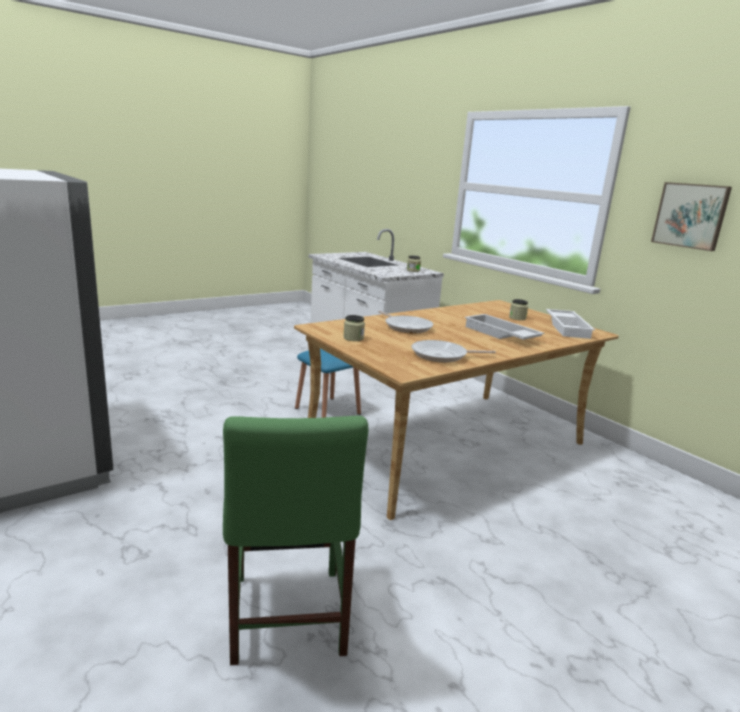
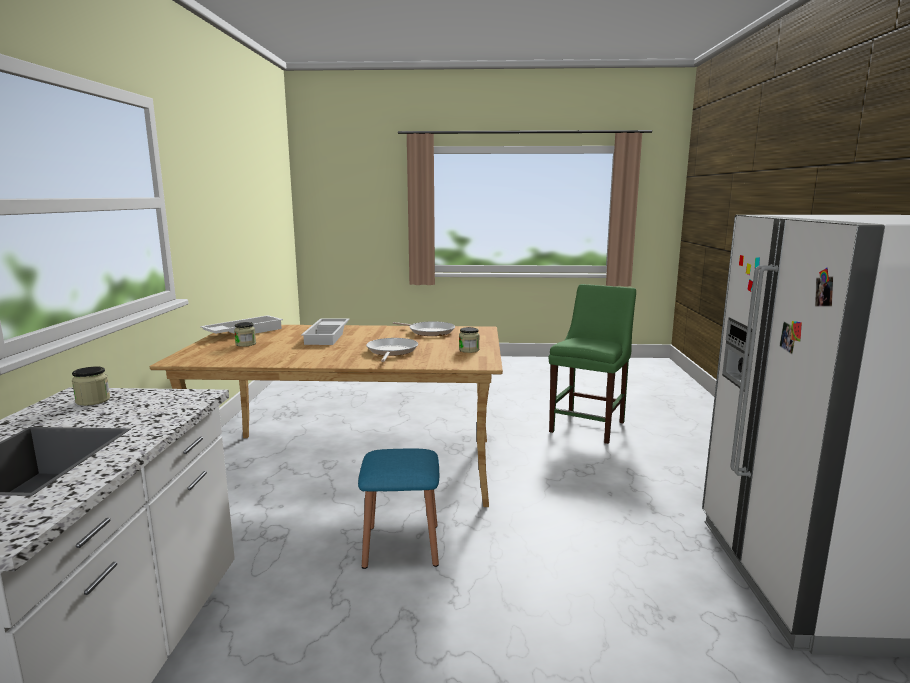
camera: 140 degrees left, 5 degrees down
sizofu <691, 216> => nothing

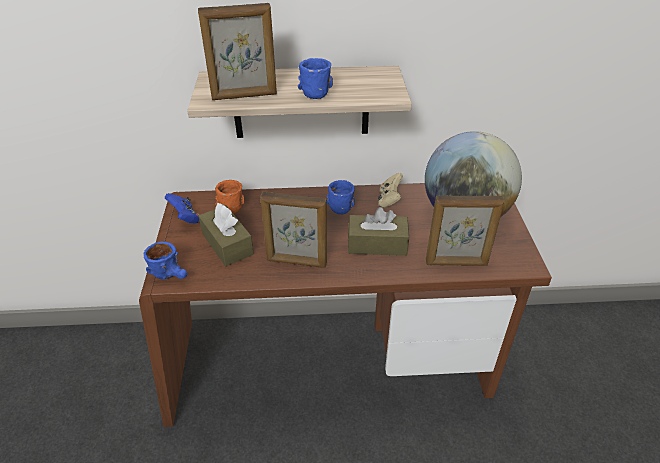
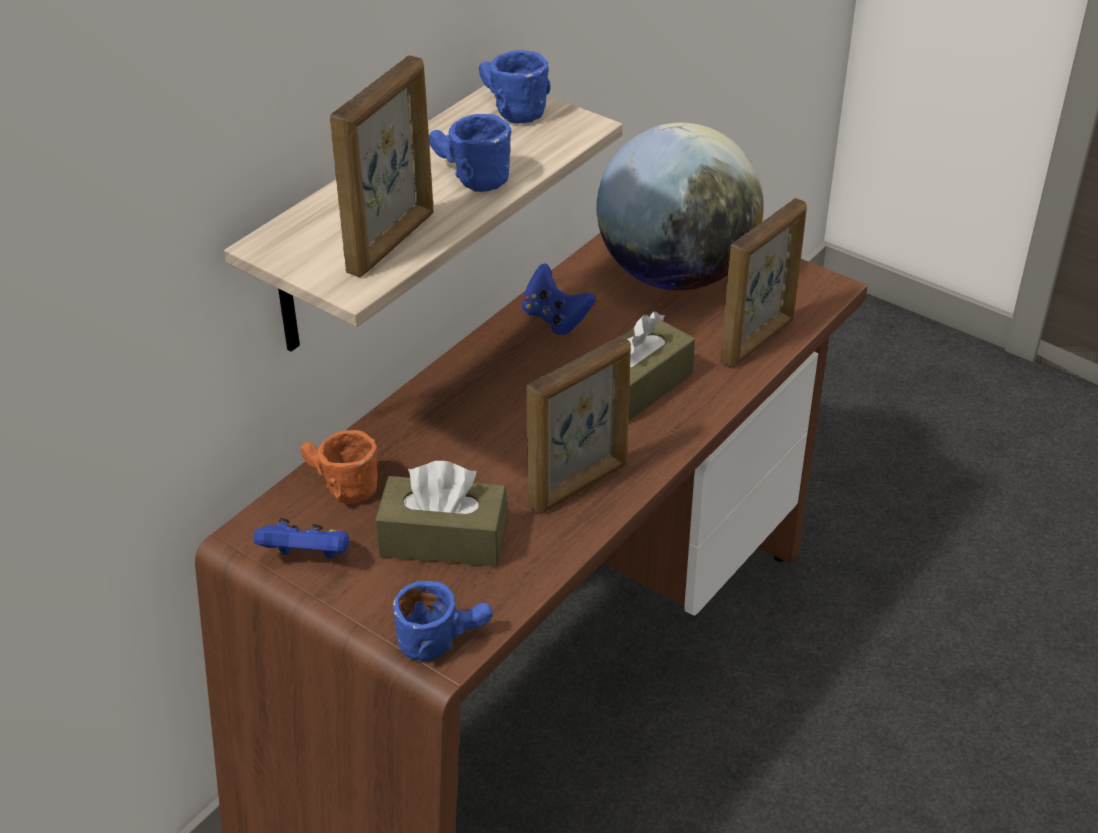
camera: 50 degrees left, 0 degrees up
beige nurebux <390, 190> => blue nurebux <558, 299>
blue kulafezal <341, 197> => blue kulafezal <514, 86>, moved

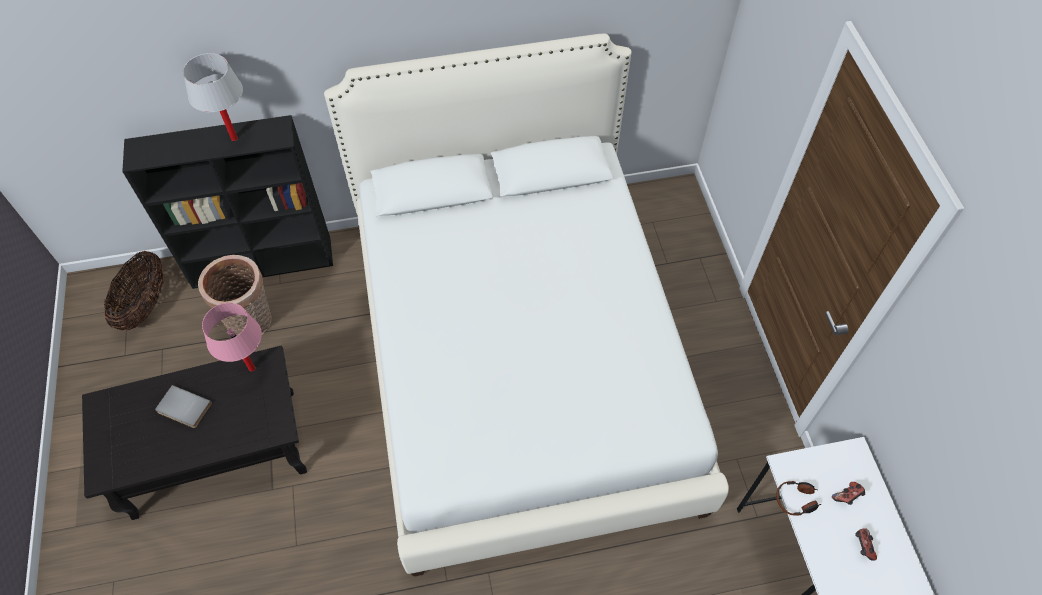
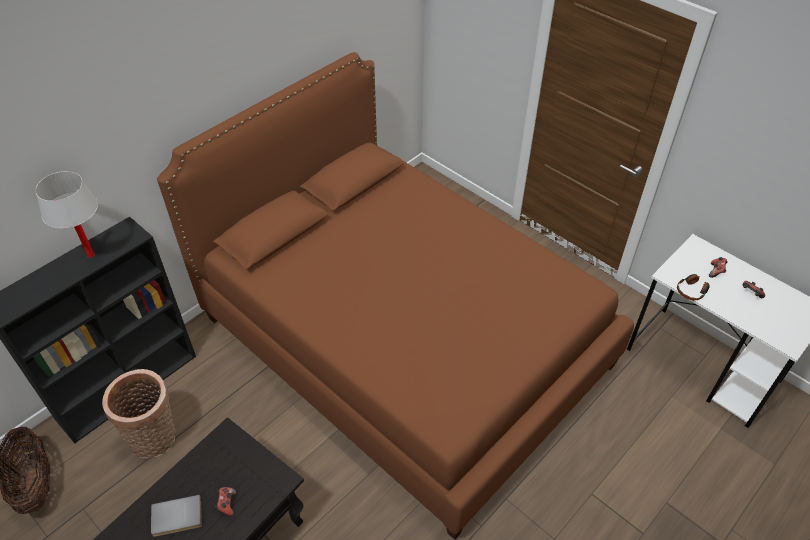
camera: 35 degrees left, 10 degrees down
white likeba <526, 305> => brown likeba <395, 296>
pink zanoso <232, 337> => nothing
nothing => nurebux <225, 501>

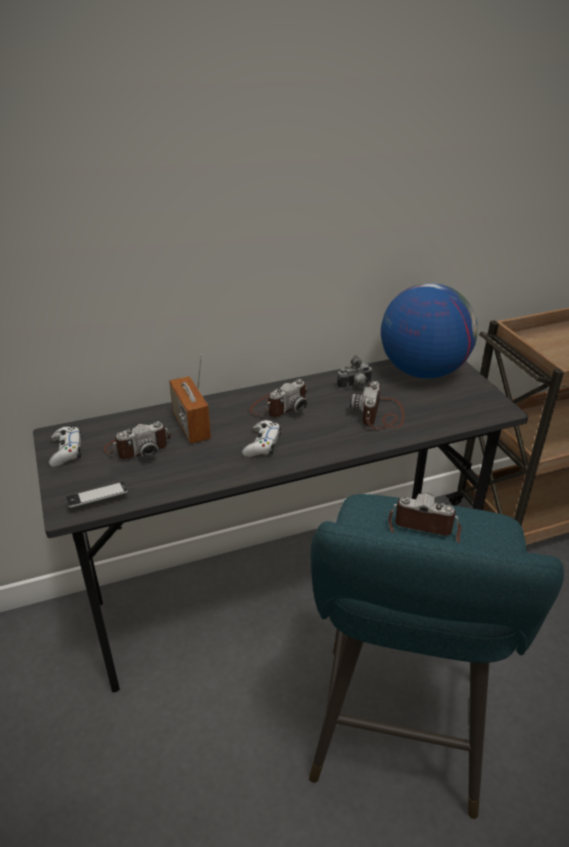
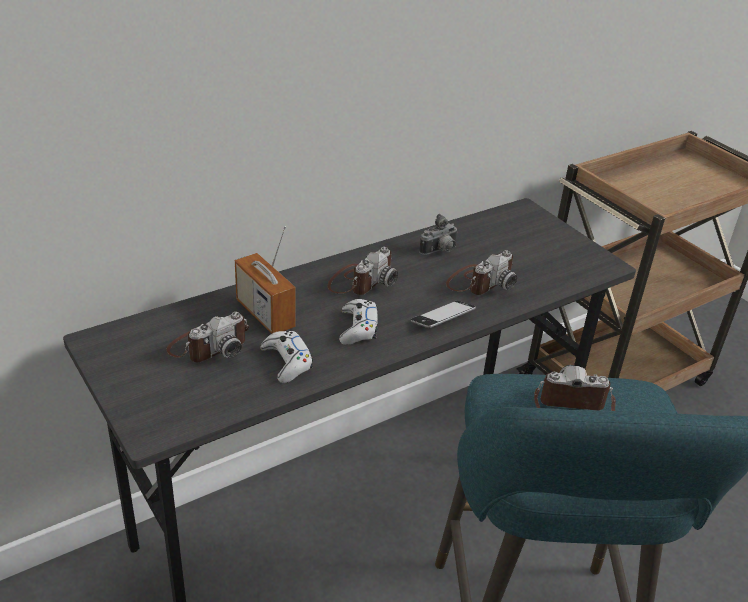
camera: 15 degrees left, 0 degrees up
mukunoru <429, 331> => nothing
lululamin <377, 405> => lululamin <481, 272>, 135 degrees counterclockwise
white nurebux <65, 447> => white nurebux <286, 357>, moved
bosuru <97, 495> => bosuru <443, 314>, moved

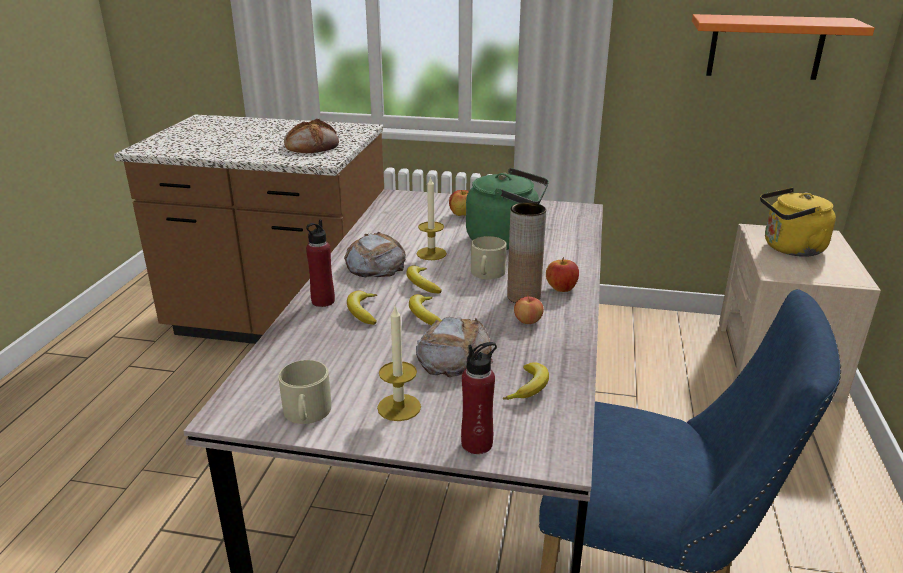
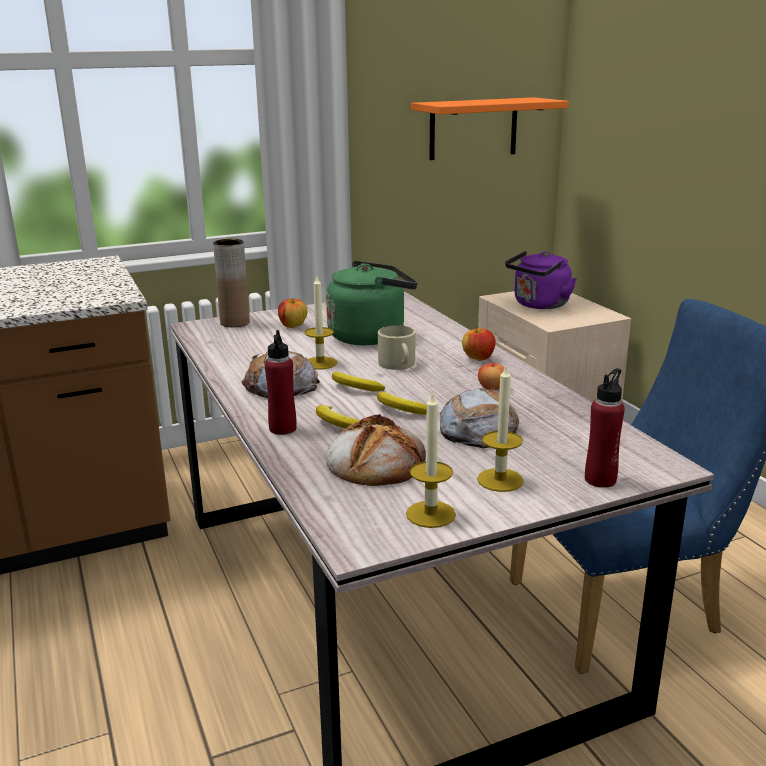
camera: 35 degrees left, 5 degrees down
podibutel <311, 136> => podibutel <376, 450>, moved
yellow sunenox <798, 222> => purple sunenox <541, 280>
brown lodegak <526, 252> => brown lodegak <231, 283>, moved
beige kulafezal <304, 392> => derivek <431, 459>
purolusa <526, 381> => nothing

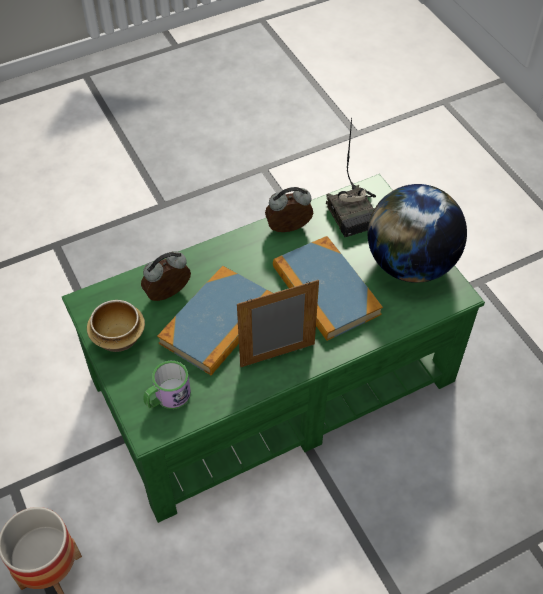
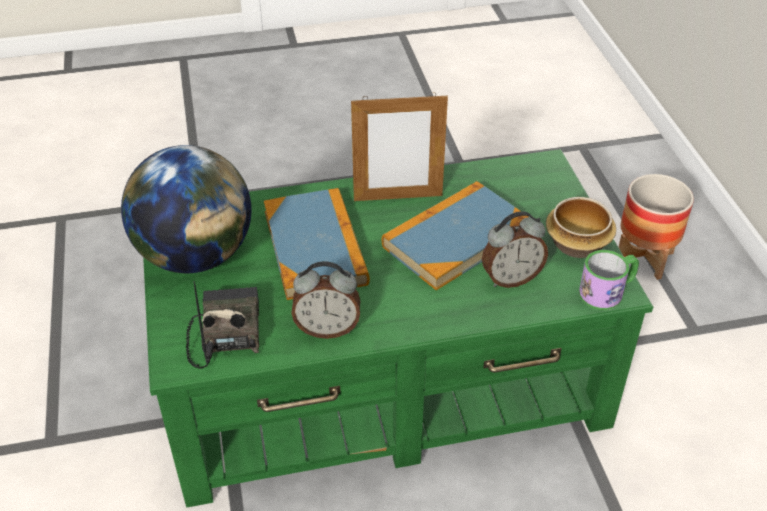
camera: 165 degrees left, 10 degrees down
kulafezal <167, 385> => kulafezal <609, 280>, moved

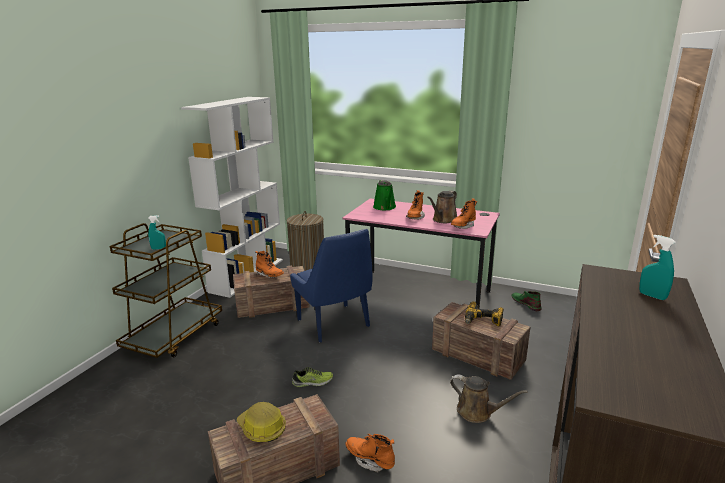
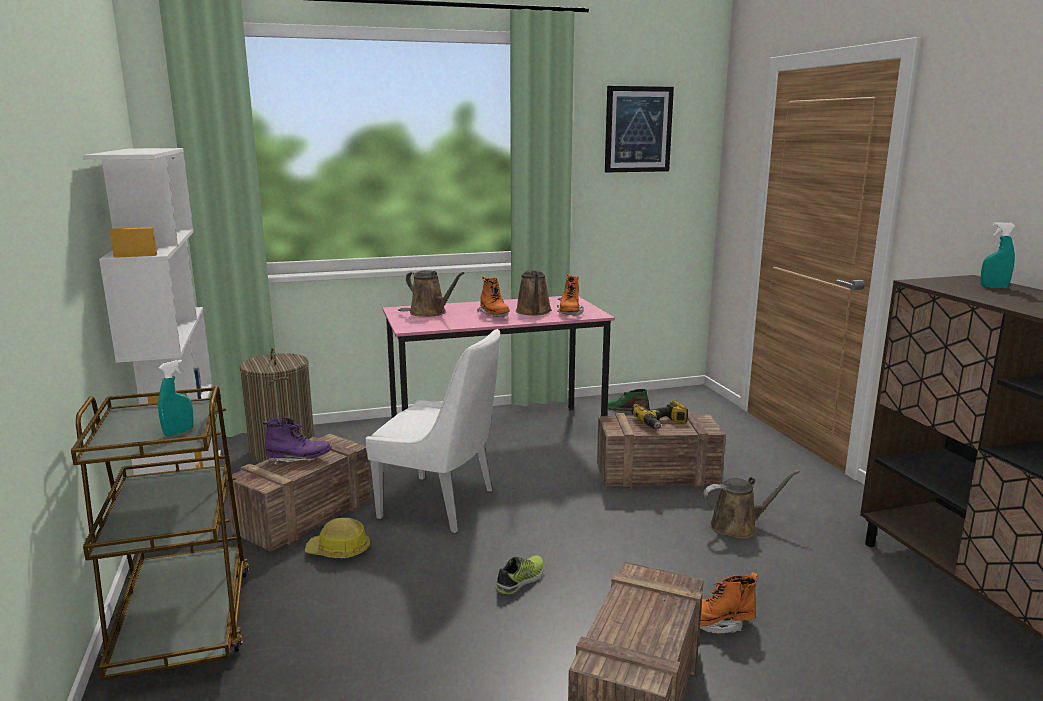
camera: 40 degrees left, 5 degrees down
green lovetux <384, 195> => brown lovetux <435, 293>
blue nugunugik <331, 285> => white nugunugik <433, 431>
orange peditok <269, 264> => purple peditok <297, 441>
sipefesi <261, 422> => sipefesi <337, 538>, moved
nothing => sizofu <639, 129>

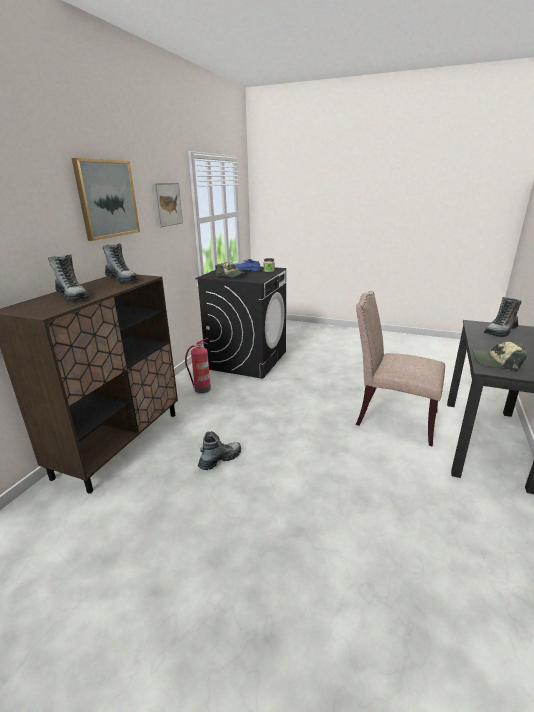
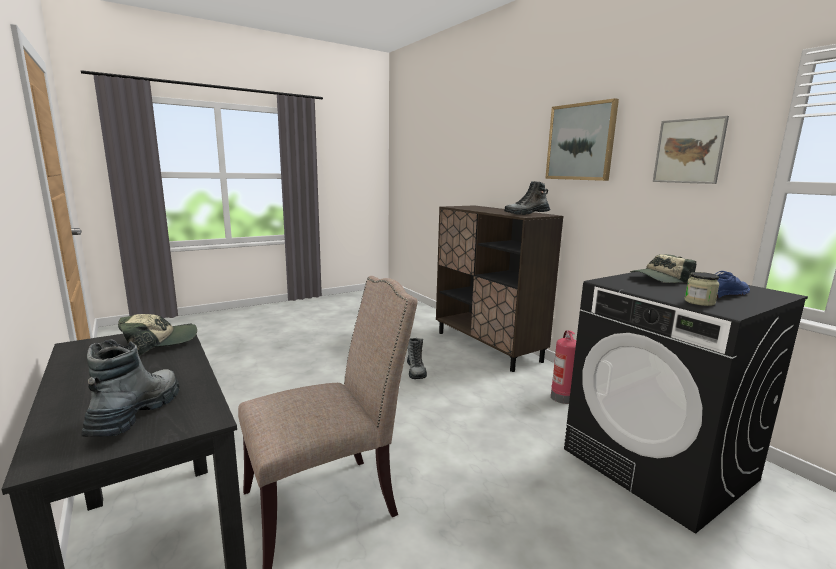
camera: 125 degrees right, 10 degrees down
peditok <68, 278> => nothing

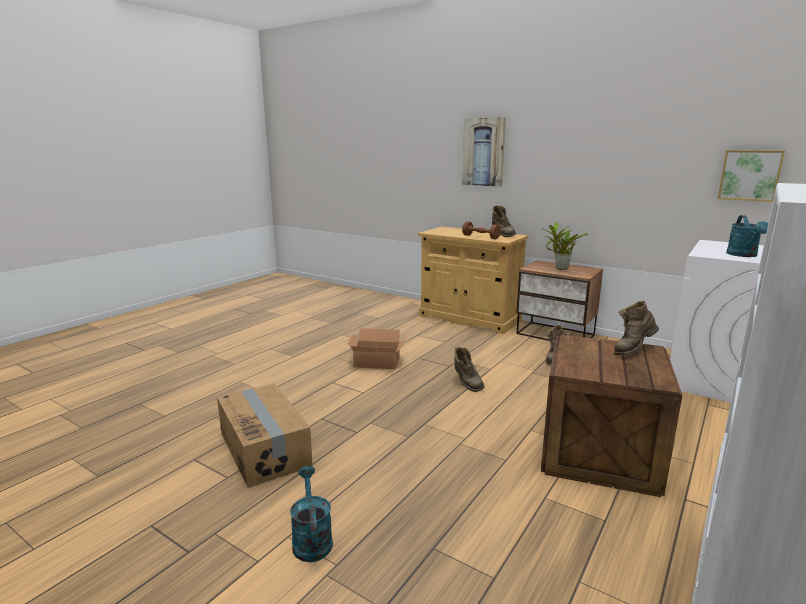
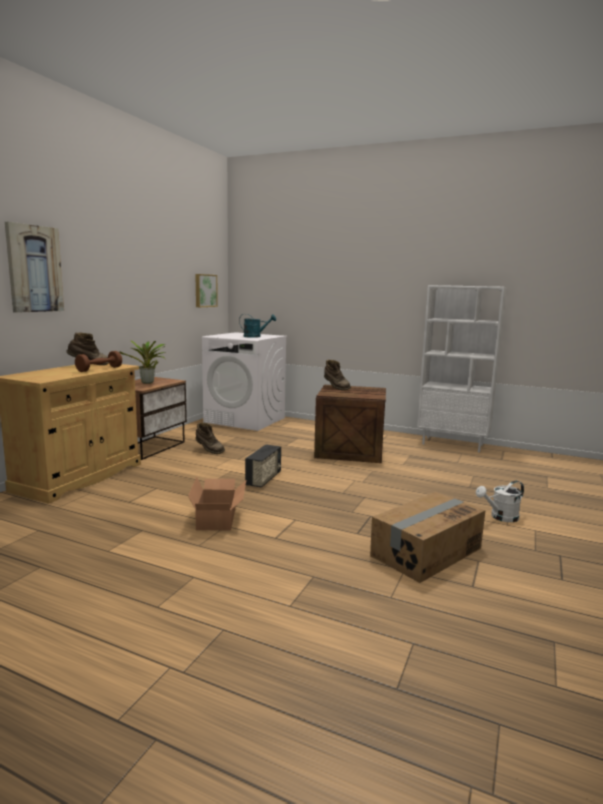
camera: 100 degrees left, 5 degrees down
brown peditok <469, 369> => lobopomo <263, 466>
turquoise lovetux <311, 514> => white lovetux <500, 501>

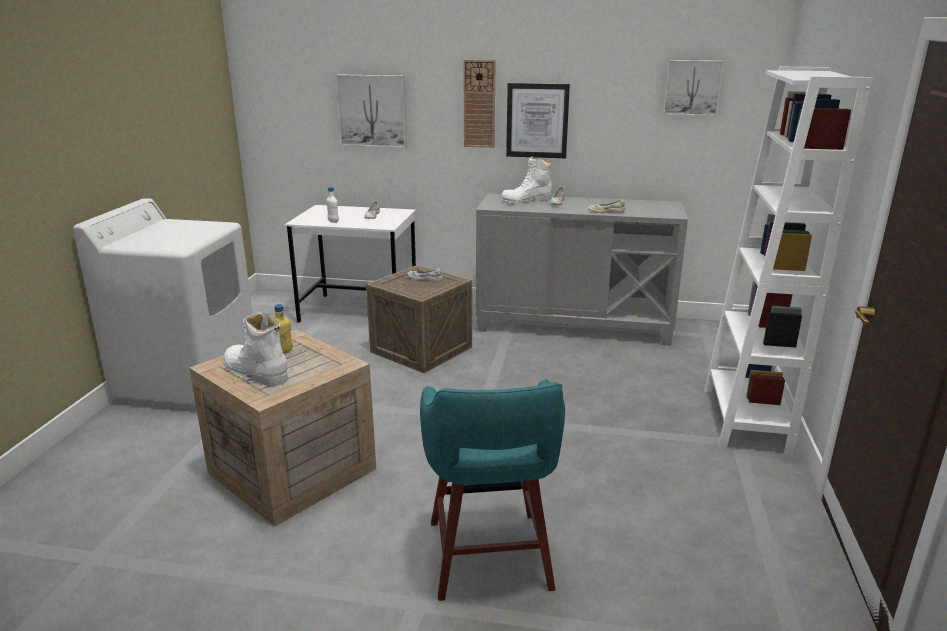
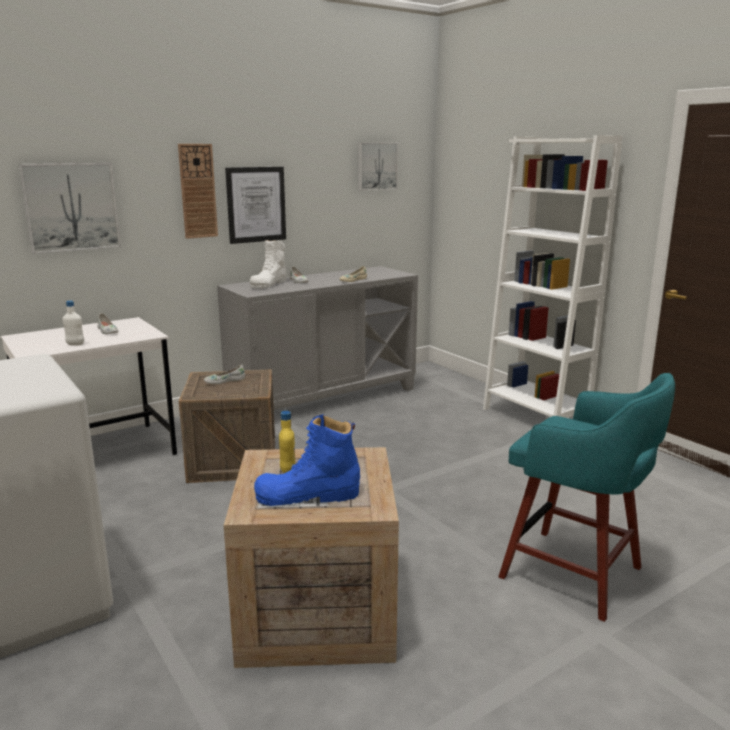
camera: 45 degrees left, 5 degrees down
white peditok <255, 349> => blue peditok <307, 460>

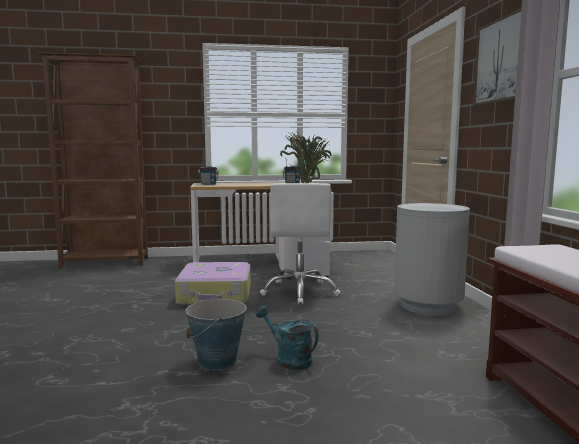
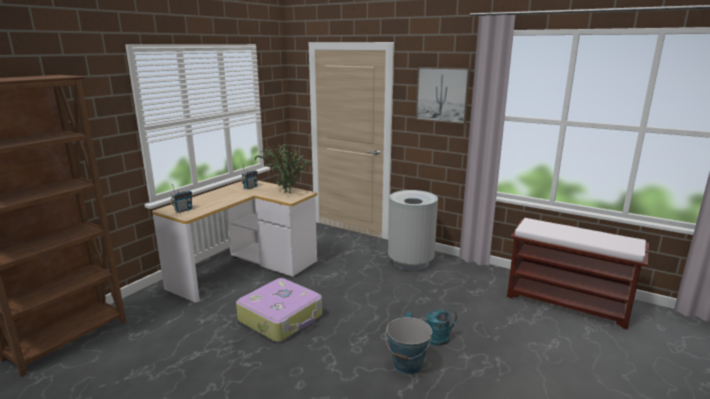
camera: 50 degrees left, 10 degrees up
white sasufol <300, 243> => nothing

